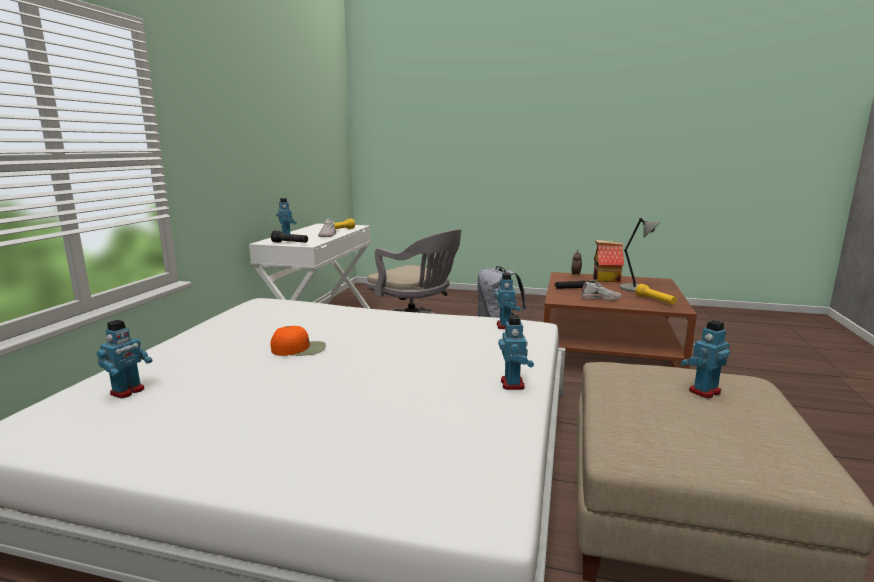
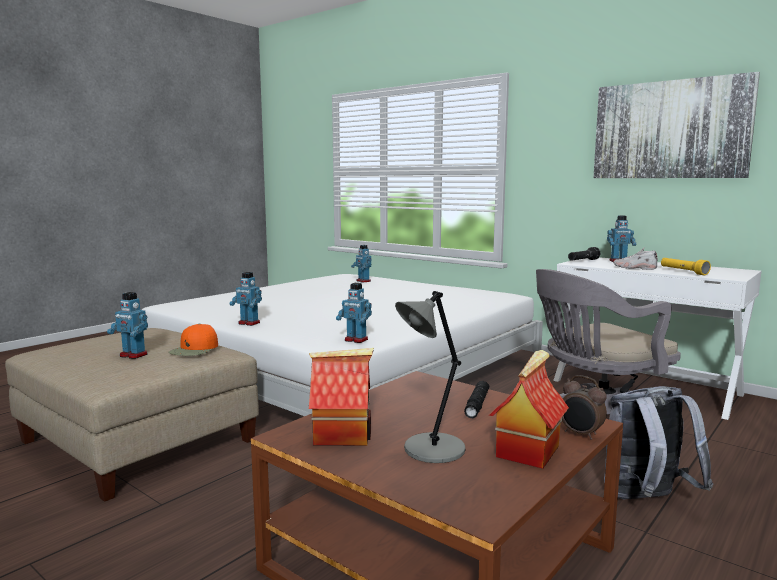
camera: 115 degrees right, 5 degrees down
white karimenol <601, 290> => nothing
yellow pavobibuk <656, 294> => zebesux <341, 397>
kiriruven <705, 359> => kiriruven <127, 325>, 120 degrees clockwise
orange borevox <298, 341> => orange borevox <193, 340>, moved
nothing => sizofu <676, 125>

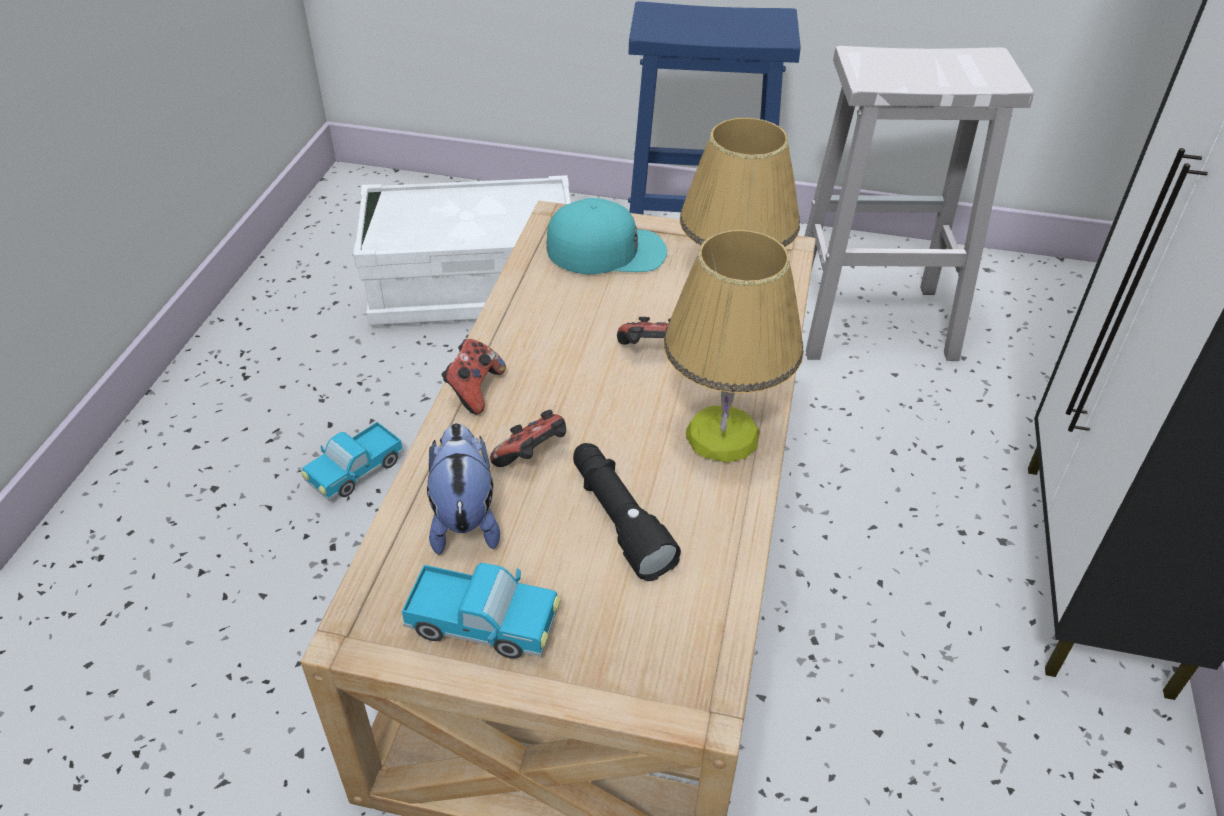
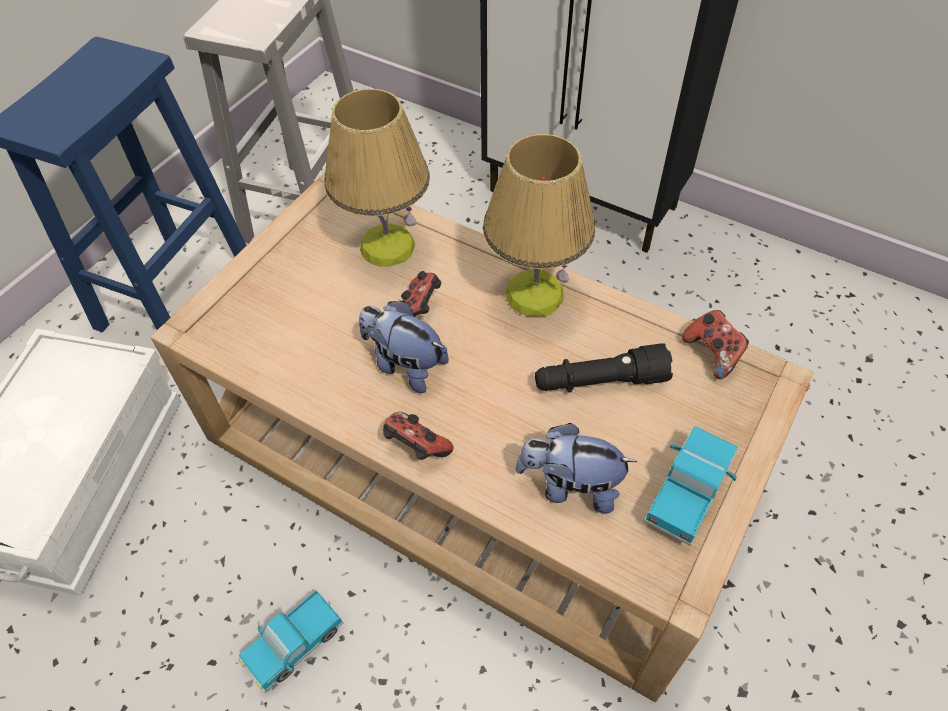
camera: 70 degrees left, 10 degrees up
turquoise borevox <606, 236> => nothing
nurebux <528, 438> => nurebux <715, 344>, moved
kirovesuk <353, 461> => kirovesuk <290, 641>, 75 degrees clockwise
nothing => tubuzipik <404, 347>

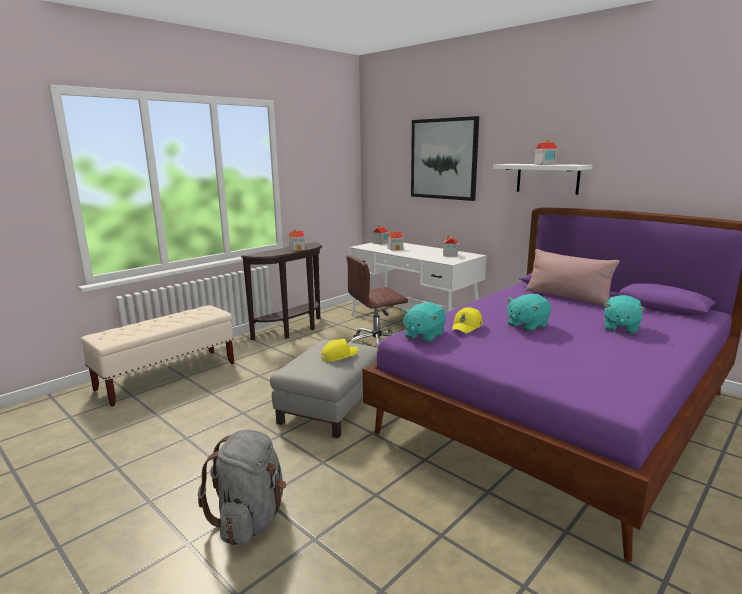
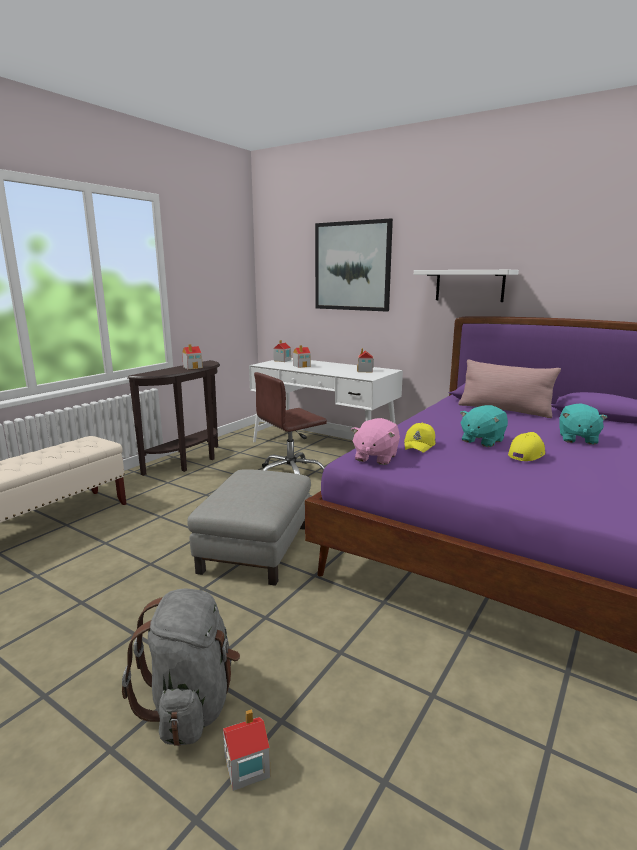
camera: 10 degrees left, 0 degrees up
zebesux <546, 152> => zebesux <247, 750>, moved
turquoise tubuzipik <424, 322> => pink tubuzipik <375, 441>
yellow borevox <339, 350> => yellow borevox <526, 446>, moved

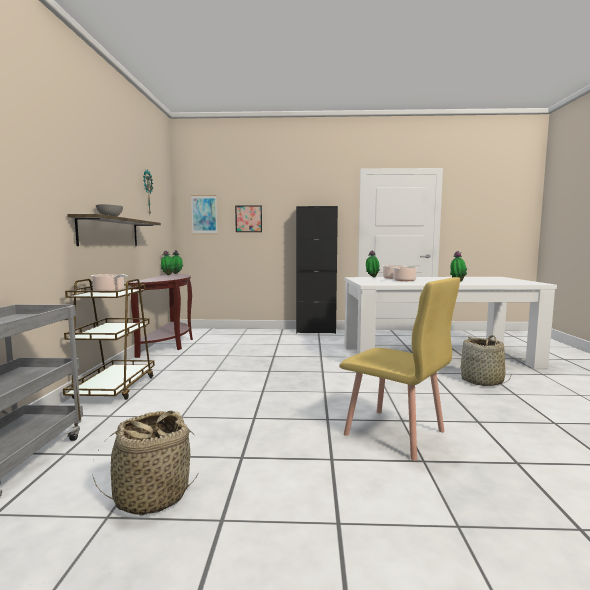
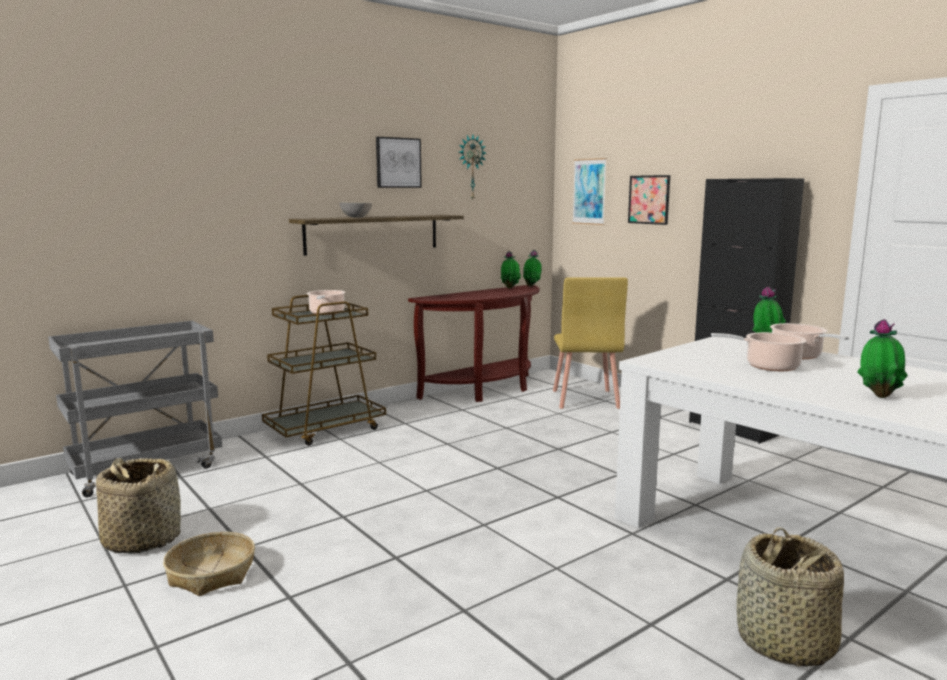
camera: 50 degrees right, 5 degrees up
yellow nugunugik <399, 369> => yellow nugunugik <590, 343>, moved
nothing => sizofu <399, 162>
nothing => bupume <209, 564>

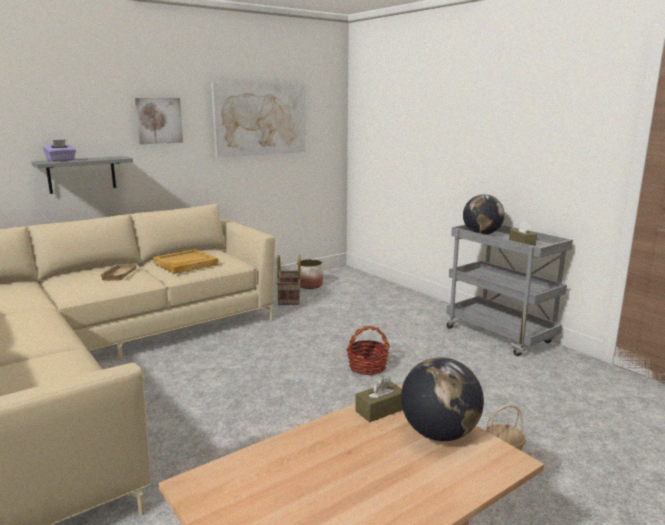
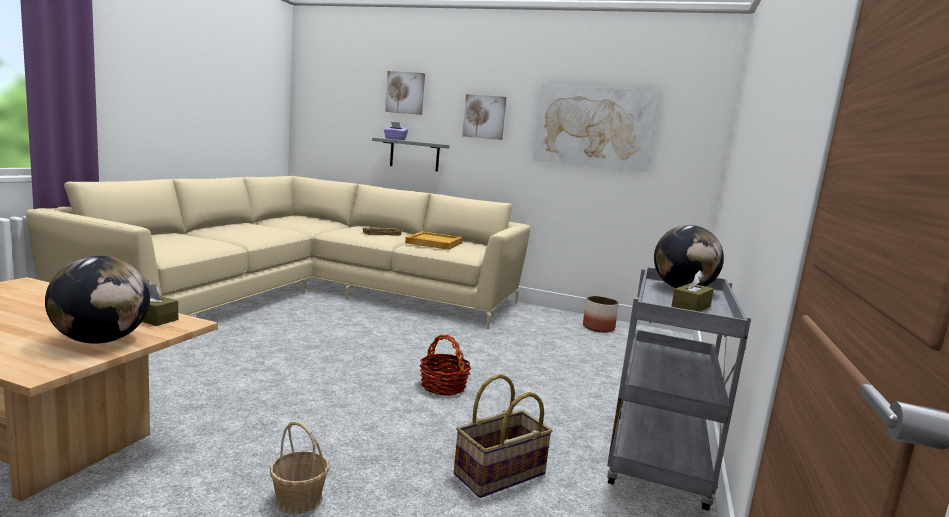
camera: 55 degrees right, 5 degrees down
bupume <289, 280> => bupume <503, 436>, moved
nothing => sizofu <405, 93>

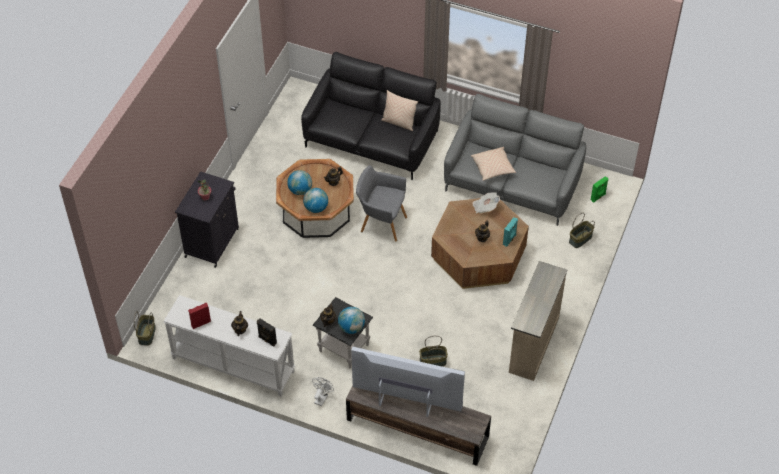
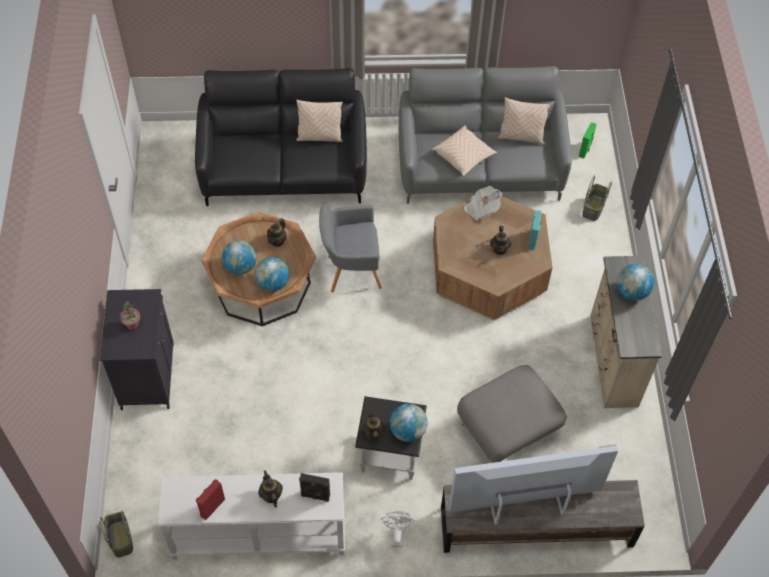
camera: 25 degrees left, 5 degrees up
bupume <433, 351> => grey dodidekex <512, 414>
nothing => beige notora <524, 120>
nothing => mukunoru <635, 282>

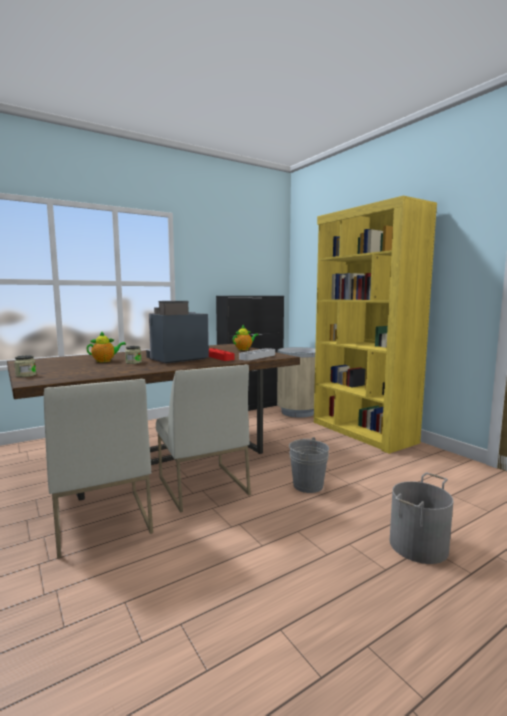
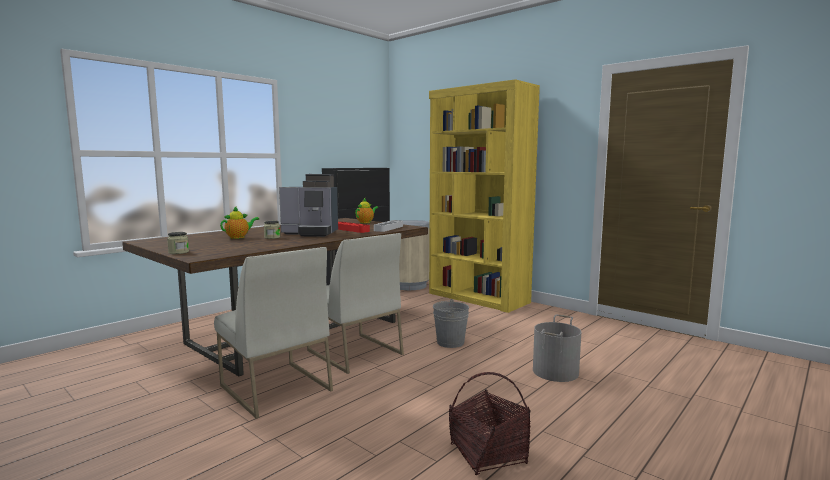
camera: 15 degrees left, 0 degrees up
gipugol <177, 332> => gipugol <308, 205>, 120 degrees counterclockwise
nothing => bupume <490, 423>

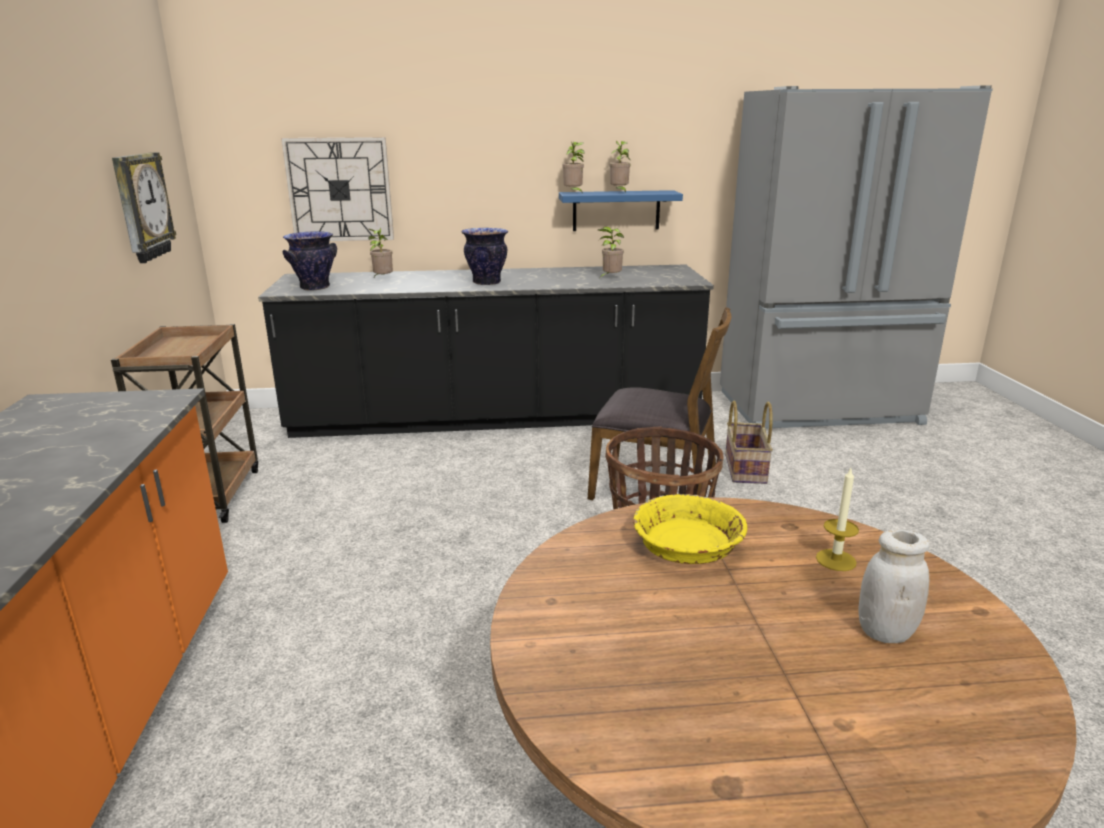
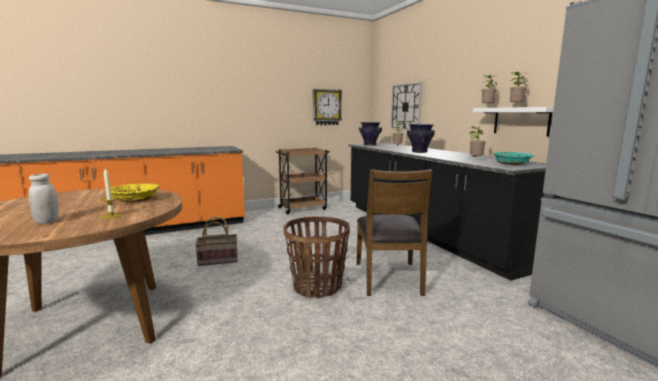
camera: 70 degrees right, 10 degrees down
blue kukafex <621, 210> => white kukafex <513, 122>
bupume <749, 442> => bupume <216, 241>, moved
nothing => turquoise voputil <513, 158>

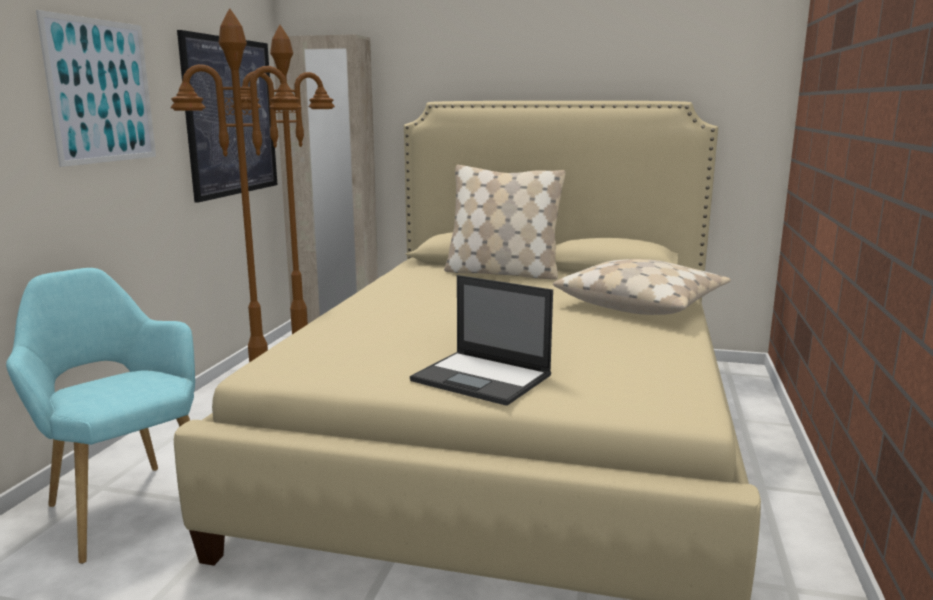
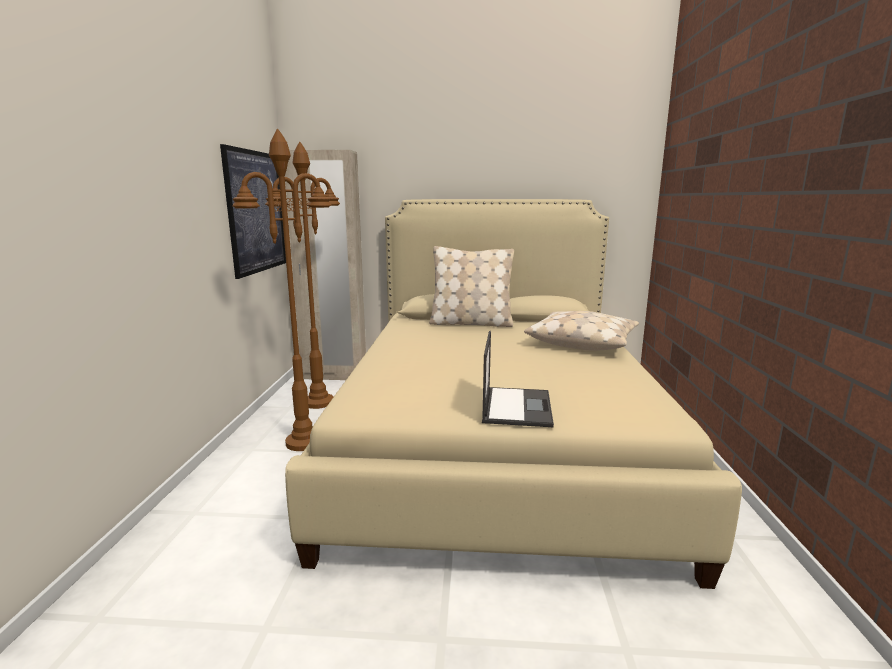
camera: 10 degrees left, 0 degrees up
sizofu <96, 88> => nothing
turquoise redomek <100, 416> => nothing
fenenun <481, 340> => fenenun <518, 379>, 105 degrees counterclockwise

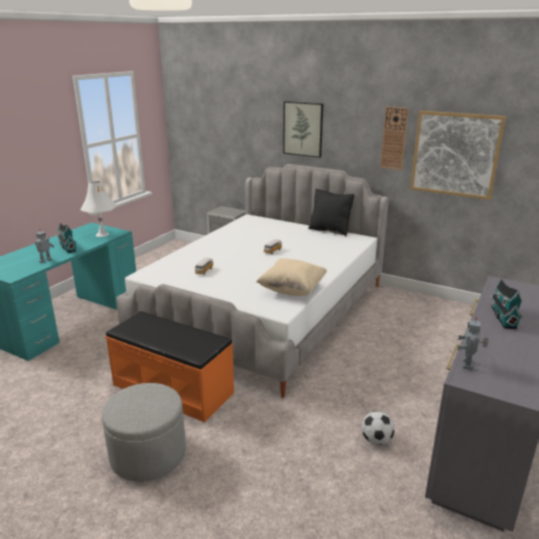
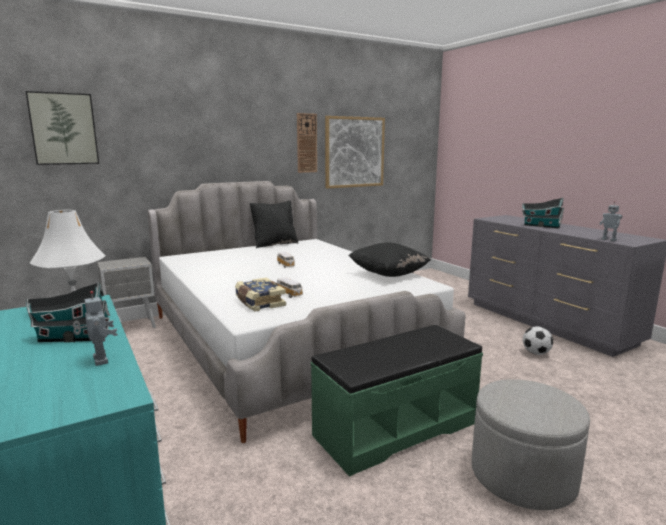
camera: 60 degrees left, 10 degrees down
sizofu <303, 129> => sizofu <62, 128>, moved
beige notora <291, 277> => black notora <389, 259>
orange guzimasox <169, 367> => green guzimasox <397, 401>
nothing => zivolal <260, 295>

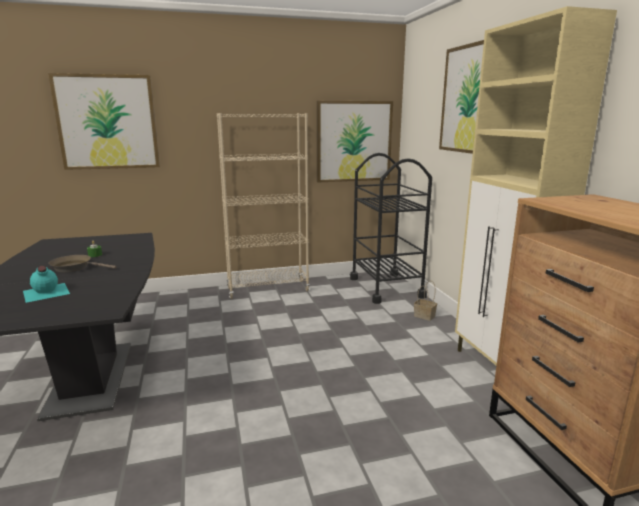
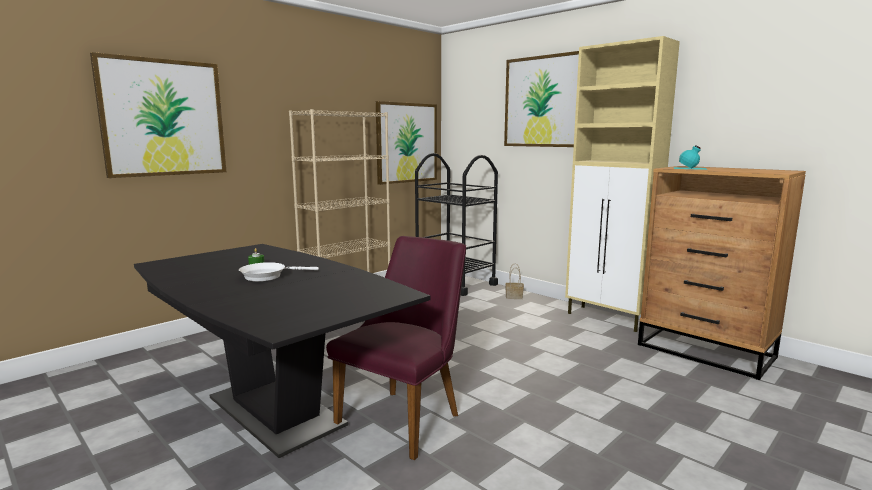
camera: 30 degrees left, 5 degrees down
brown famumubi <82, 263> => white famumubi <279, 271>
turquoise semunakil <46, 284> => turquoise semunakil <690, 157>, moved
nothing => purple nugunugik <396, 348>

